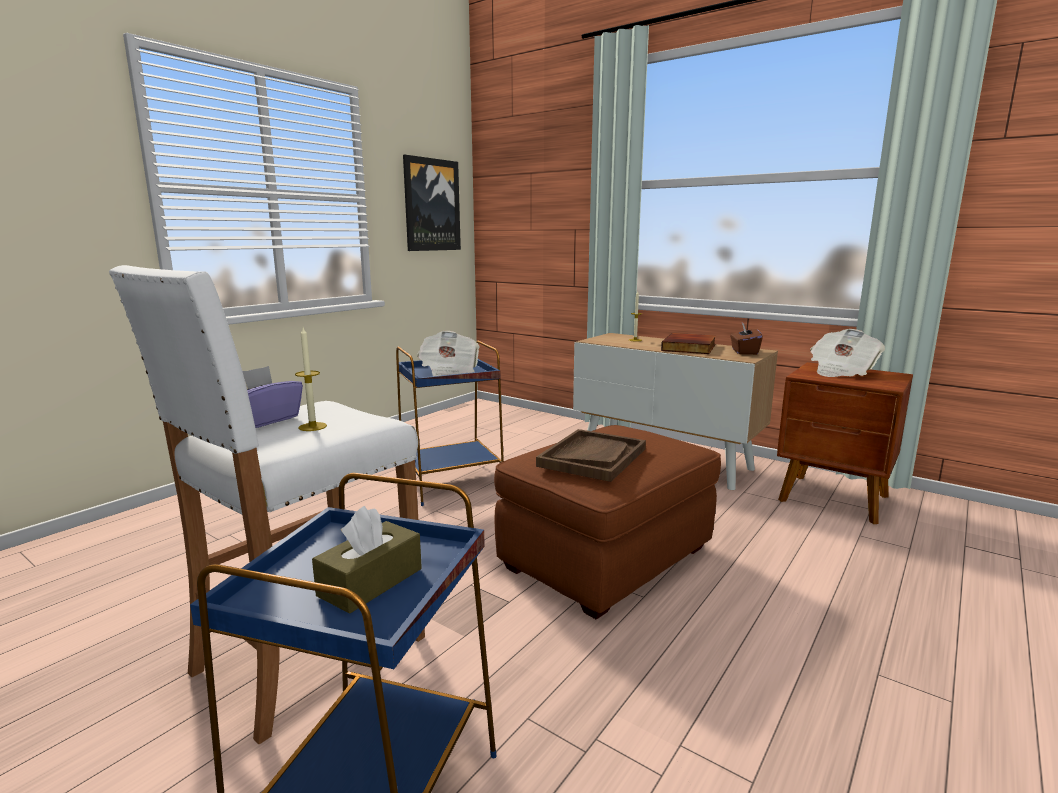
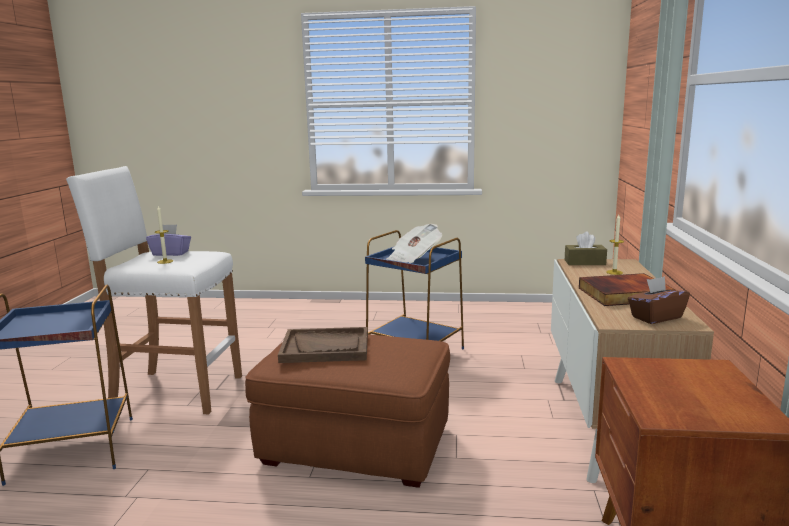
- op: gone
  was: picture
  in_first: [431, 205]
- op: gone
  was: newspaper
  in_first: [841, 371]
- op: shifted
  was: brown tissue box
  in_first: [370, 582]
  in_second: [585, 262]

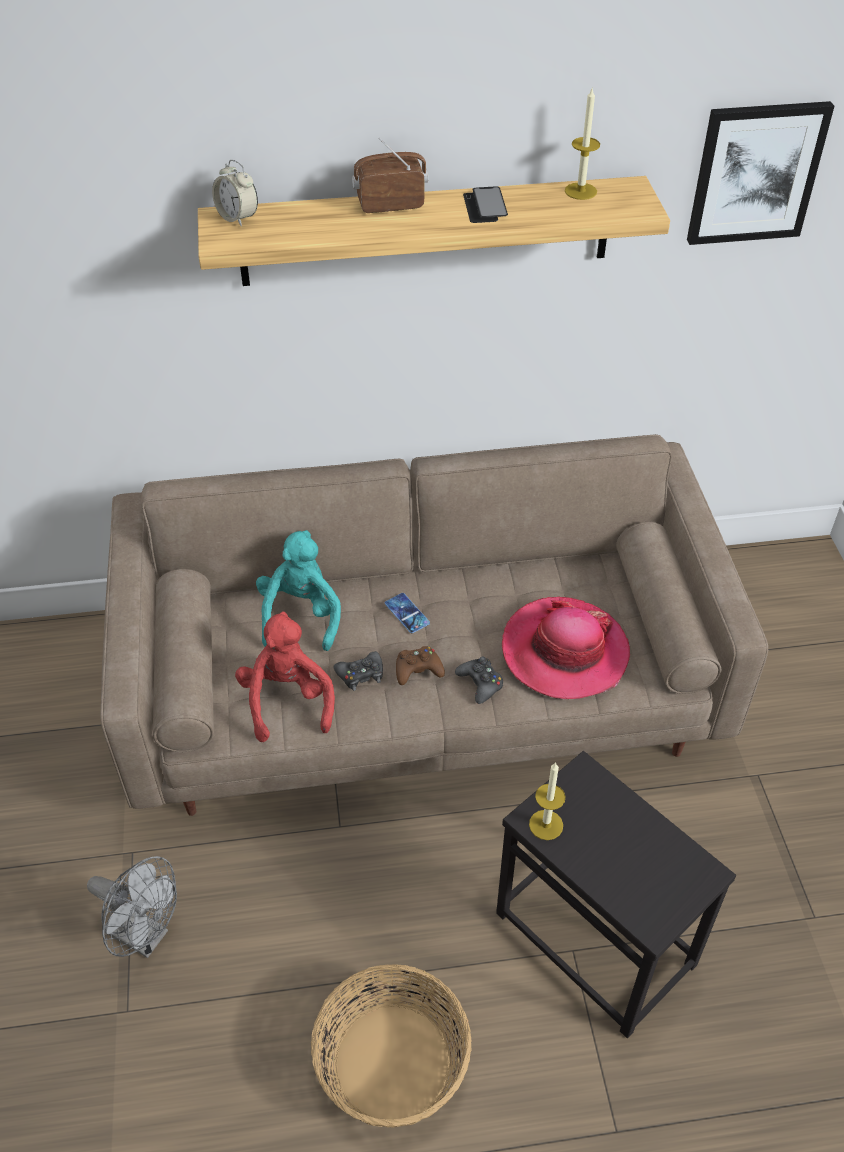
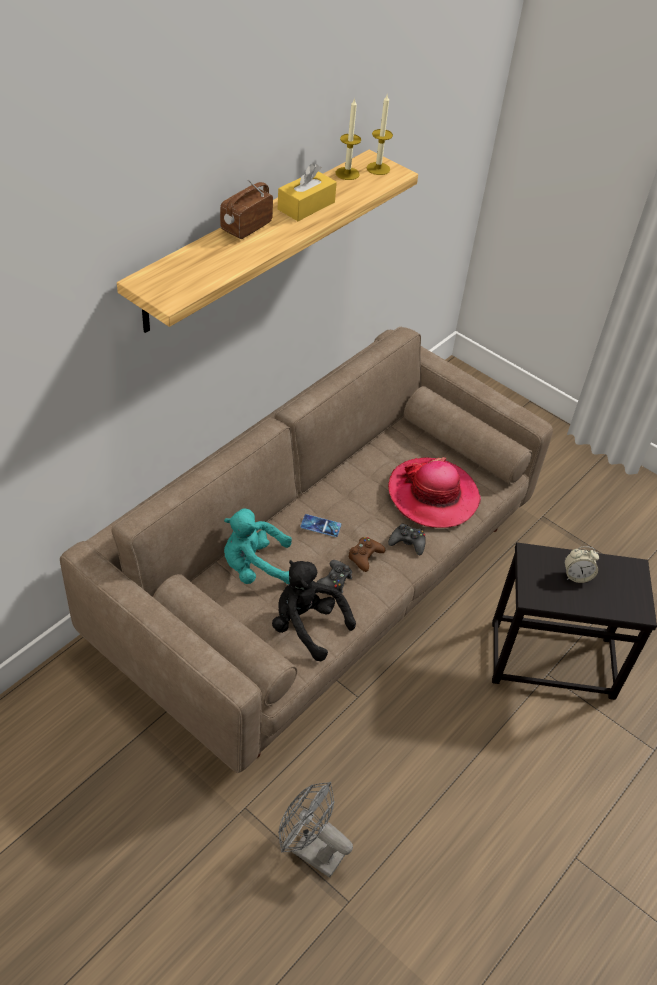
- op: gone
  was: basket
  in_first: [393, 1063]
- op: gone
  was: picture
  in_first: [755, 173]
- op: shifted
  was: alarm clock
  in_first: [237, 218]
  in_second: [576, 576]
- op: shifted
  was: candle
  in_first: [546, 825]
  in_second: [378, 168]
- op: swapped
  was: phone
  now: yellow tissue box
  in_first: [485, 207]
  in_second: [306, 206]
- op: repainted
  was: red plush toy
  now: black plush toy
  in_first: [287, 700]
  in_second: [306, 626]
- op: rotated
  was: grey fan
  in_first: [144, 936]
  in_second: [310, 850]
  clockwise: -135
- op: rotated
  was: turquoise plush toy
  in_first: [301, 616]
  in_second: [255, 567]
  clockwise: -60

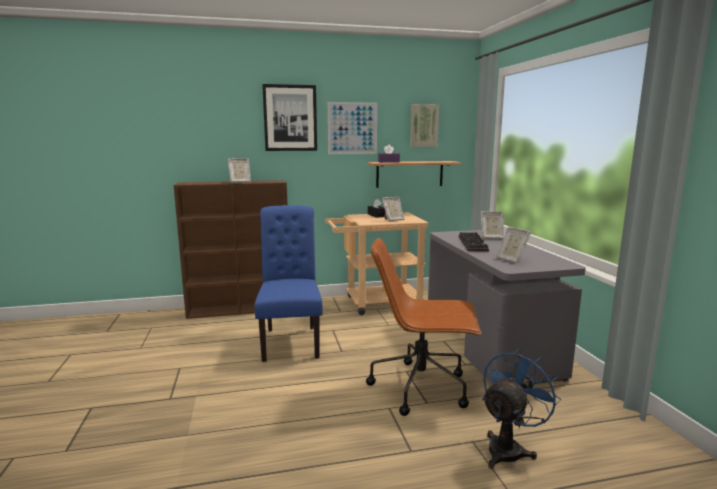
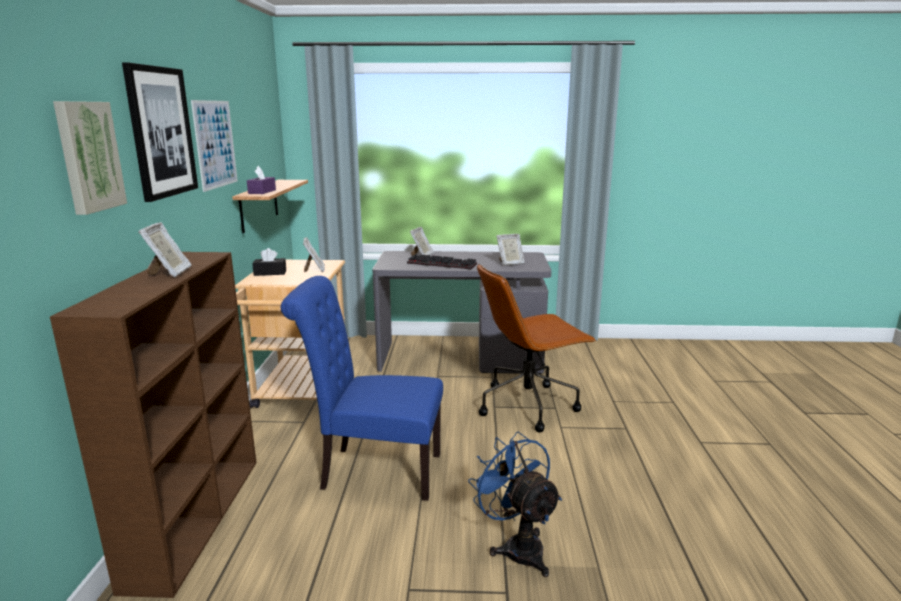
- op: shifted
  was: picture
  in_first: [423, 125]
  in_second: [88, 156]
- op: shifted
  was: blue fan
  in_first: [509, 448]
  in_second: [517, 546]
- op: rotated
  was: brown office chair
  in_first: [422, 387]
  in_second: [528, 405]
  clockwise: 45

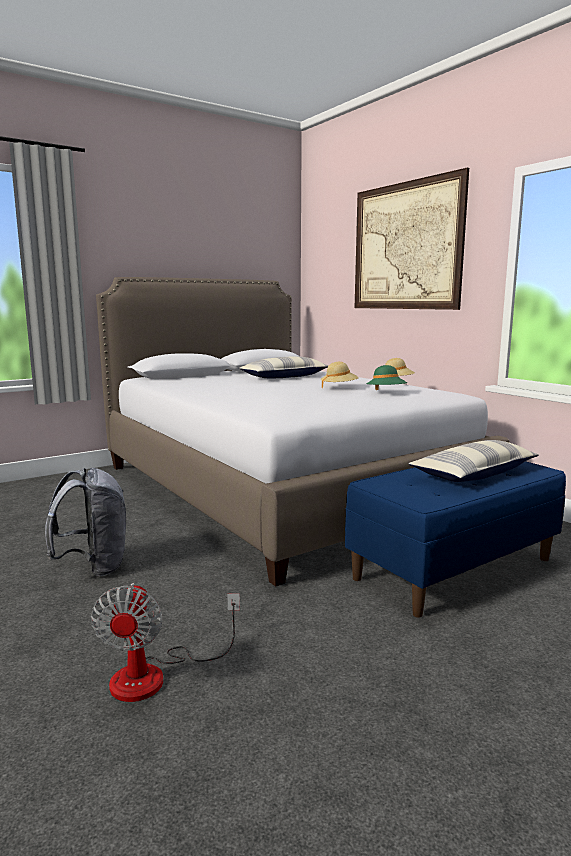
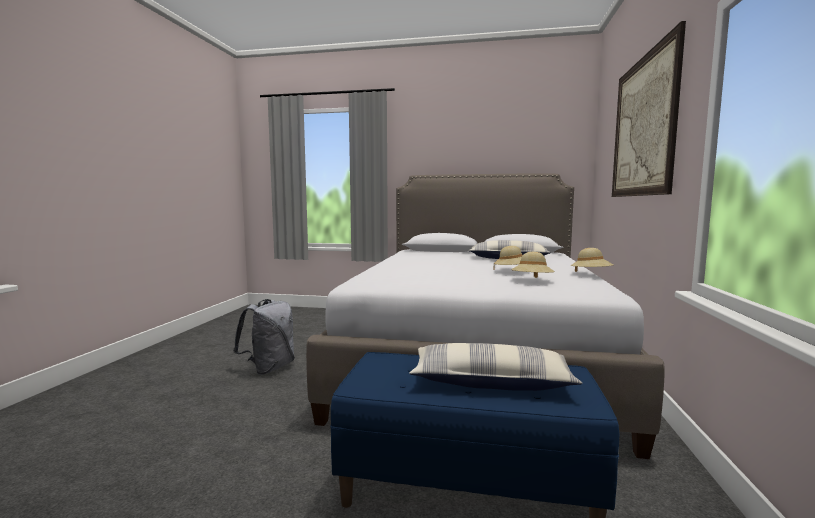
- op: gone
  was: fan
  in_first: [155, 675]
- op: repainted
  was: green hat
  now: beige hat
  in_first: [386, 393]
  in_second: [532, 281]

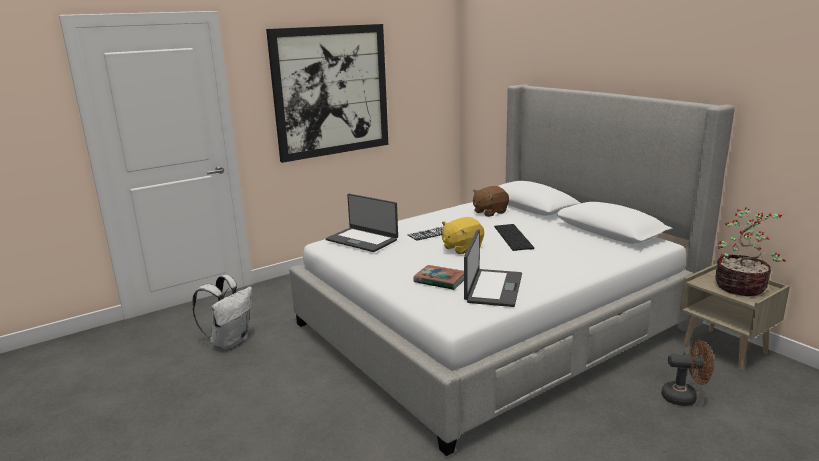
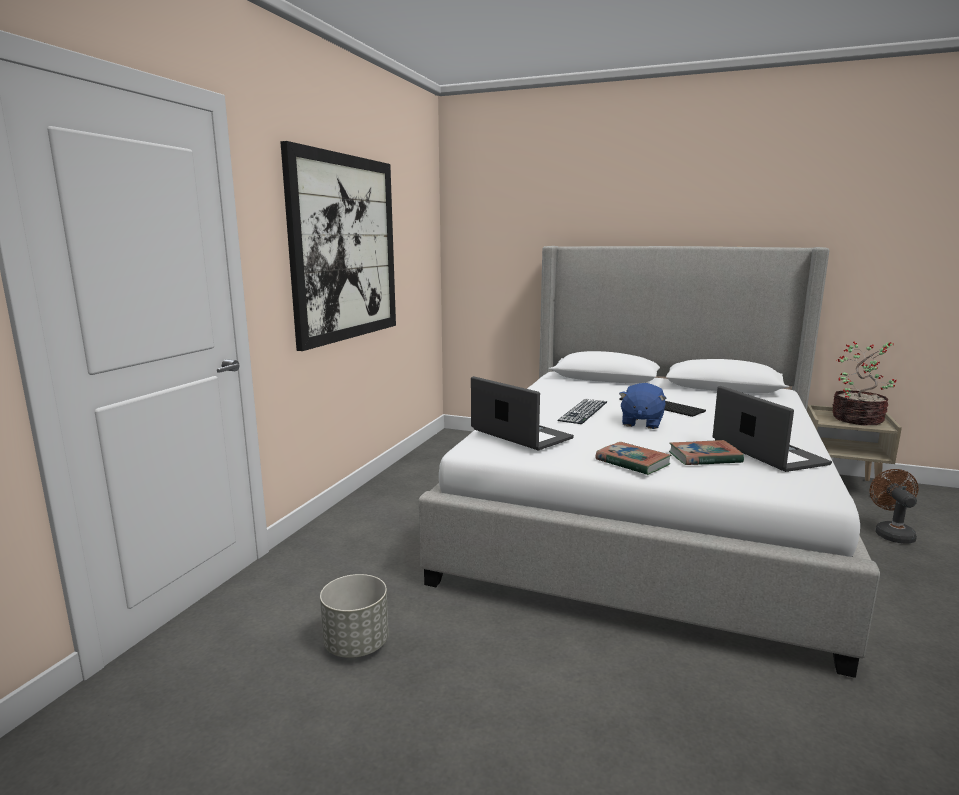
- op: gone
  was: brown plush toy
  in_first: [489, 212]
- op: new
  now: book
  in_second: [632, 462]
- op: swapped
  was: white backpack
  now: grey planter
  in_first: [230, 341]
  in_second: [356, 645]
- op: repainted
  was: yellow plush toy
  now: blue plush toy
  in_first: [462, 248]
  in_second: [641, 423]
- op: rotated
  was: laptop
  in_first: [362, 240]
  in_second: [520, 434]
  clockwise: -135
- op: rotated
  was: brown fan
  in_first: [684, 397]
  in_second: [891, 533]
  clockwise: -60

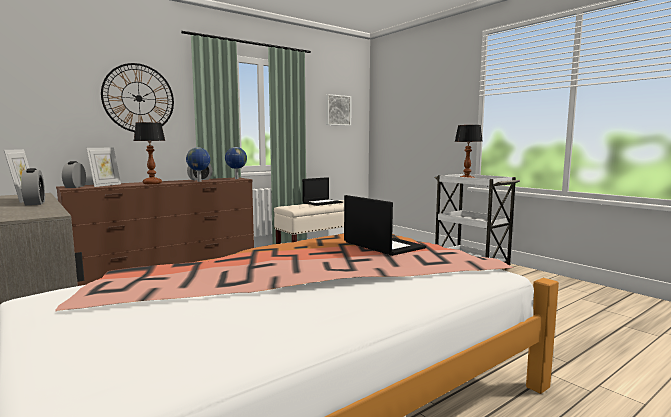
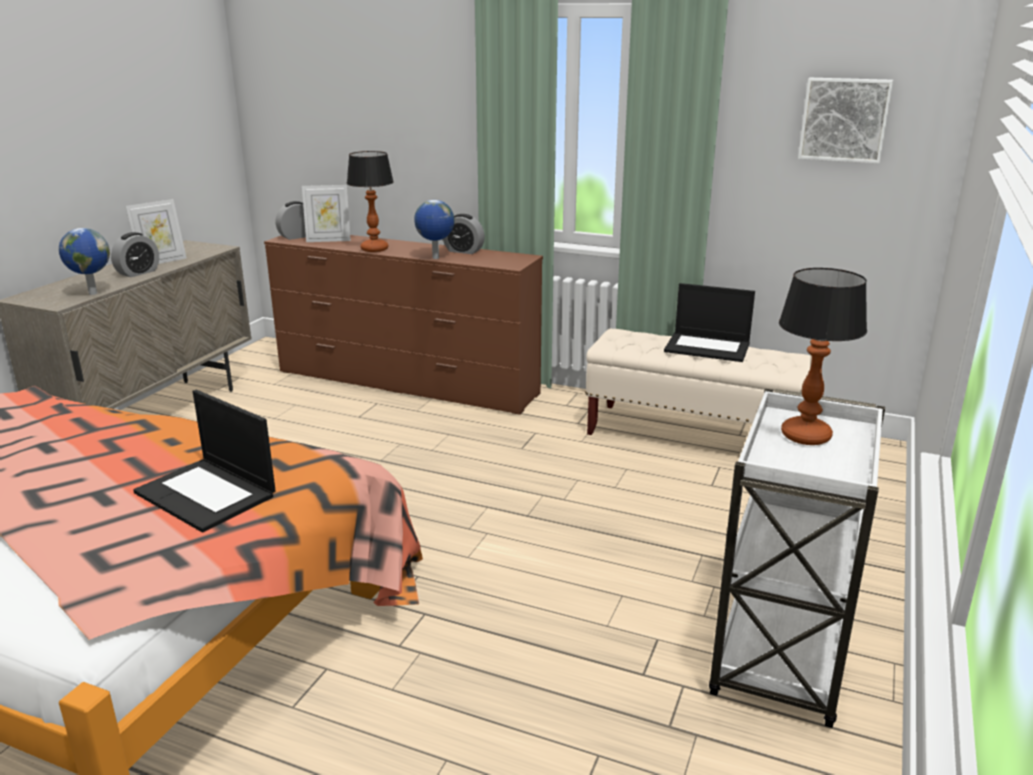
- op: gone
  was: wall clock
  in_first: [139, 98]
- op: shifted
  was: globe
  in_first: [236, 179]
  in_second: [92, 293]
- op: rotated
  was: laptop
  in_first: [382, 245]
  in_second: [207, 494]
  clockwise: 105

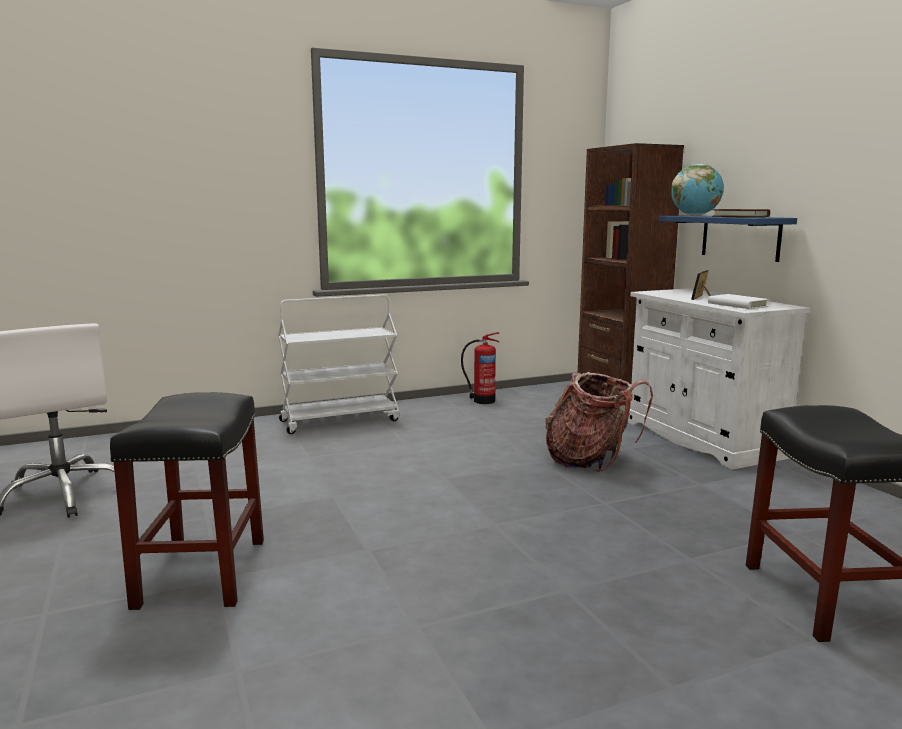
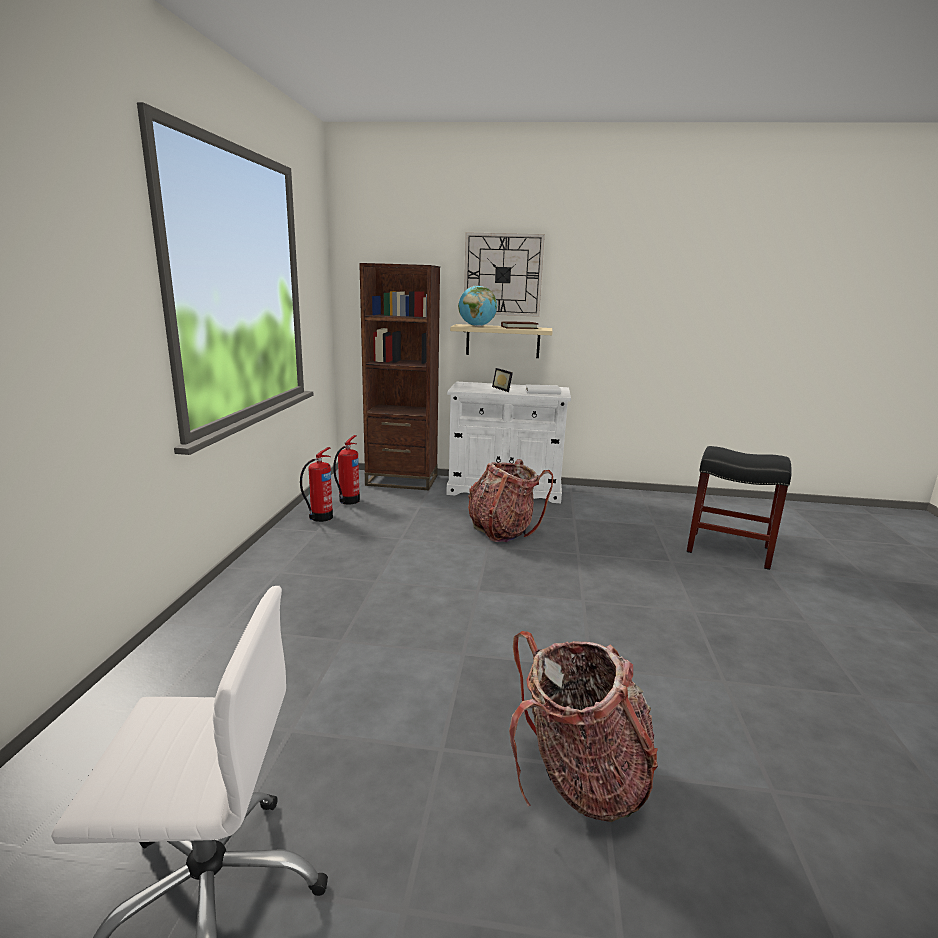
- op: gone
  was: white cart
  in_first: [340, 420]
- op: new
  now: fire extinguisher
  in_second: [348, 501]
- op: new
  now: wall clock
  in_second: [503, 275]
- op: swapped
  was: black stool
  now: backpack
  in_first: [201, 572]
  in_second: [579, 779]
- op: repainted
  was: blue shelf
  now: beige shelf
  in_first: [740, 237]
  in_second: [503, 341]

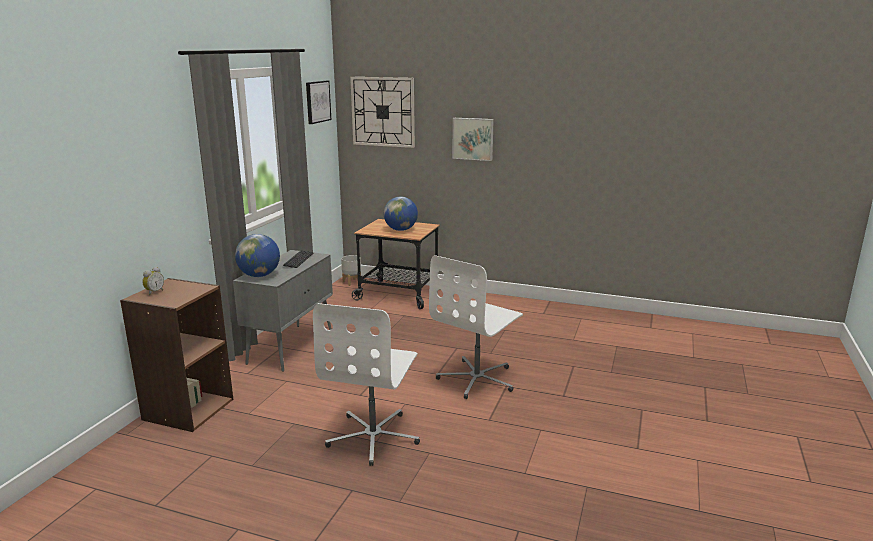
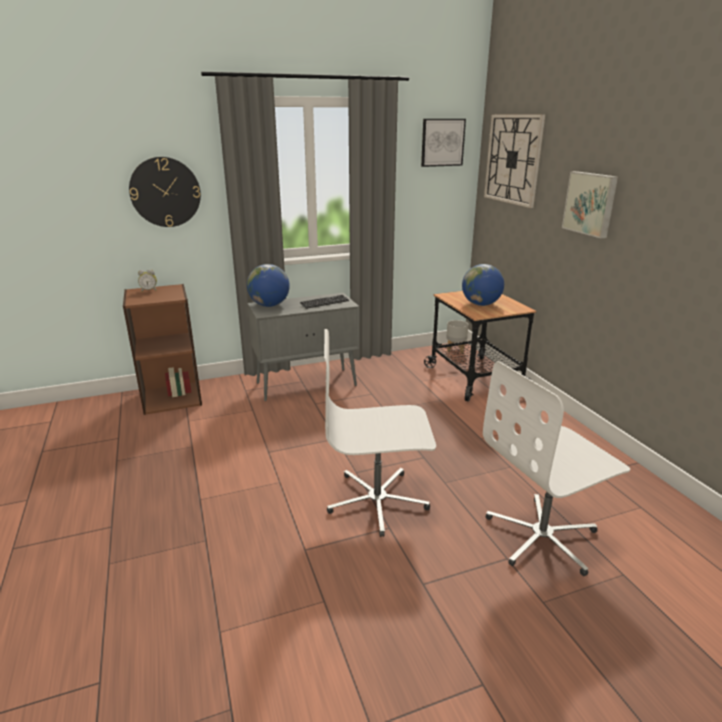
- op: new
  now: wall clock
  in_second: [165, 192]
- op: shifted
  was: white office chair
  in_first: [374, 437]
  in_second: [542, 537]

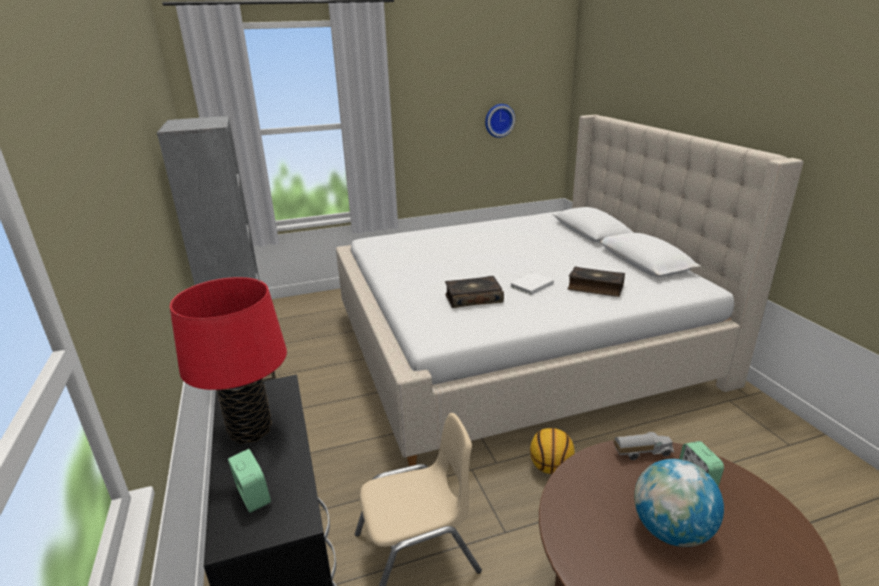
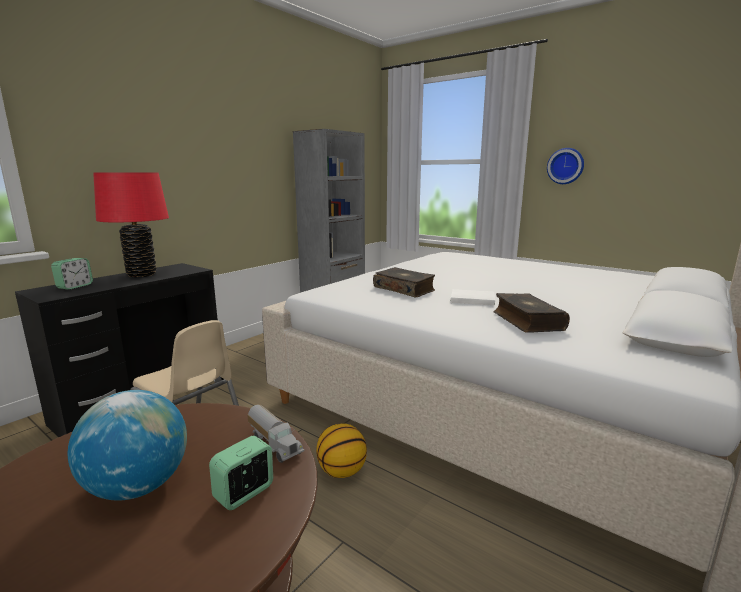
- op: shifted
  was: wall clock
  in_first: [499, 120]
  in_second: [565, 166]

